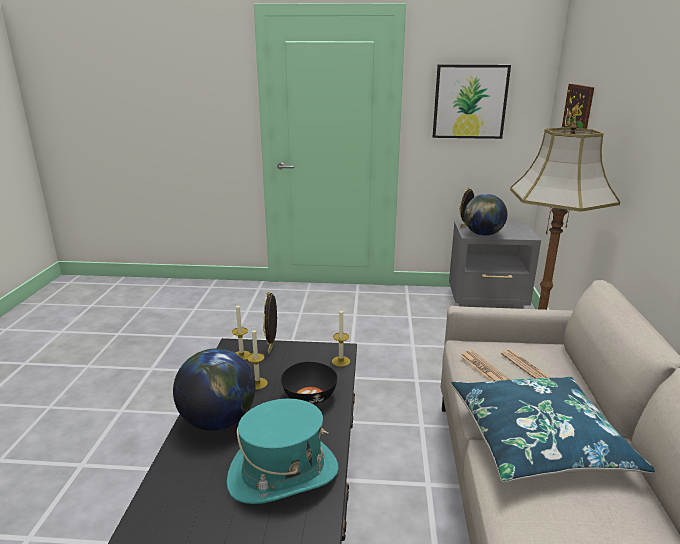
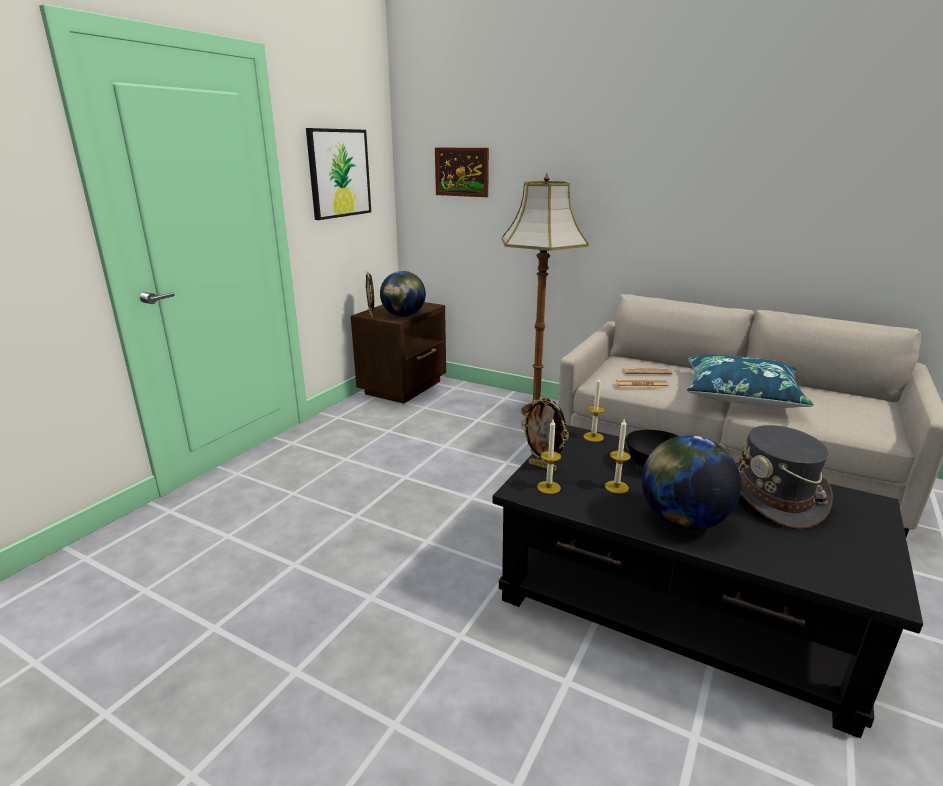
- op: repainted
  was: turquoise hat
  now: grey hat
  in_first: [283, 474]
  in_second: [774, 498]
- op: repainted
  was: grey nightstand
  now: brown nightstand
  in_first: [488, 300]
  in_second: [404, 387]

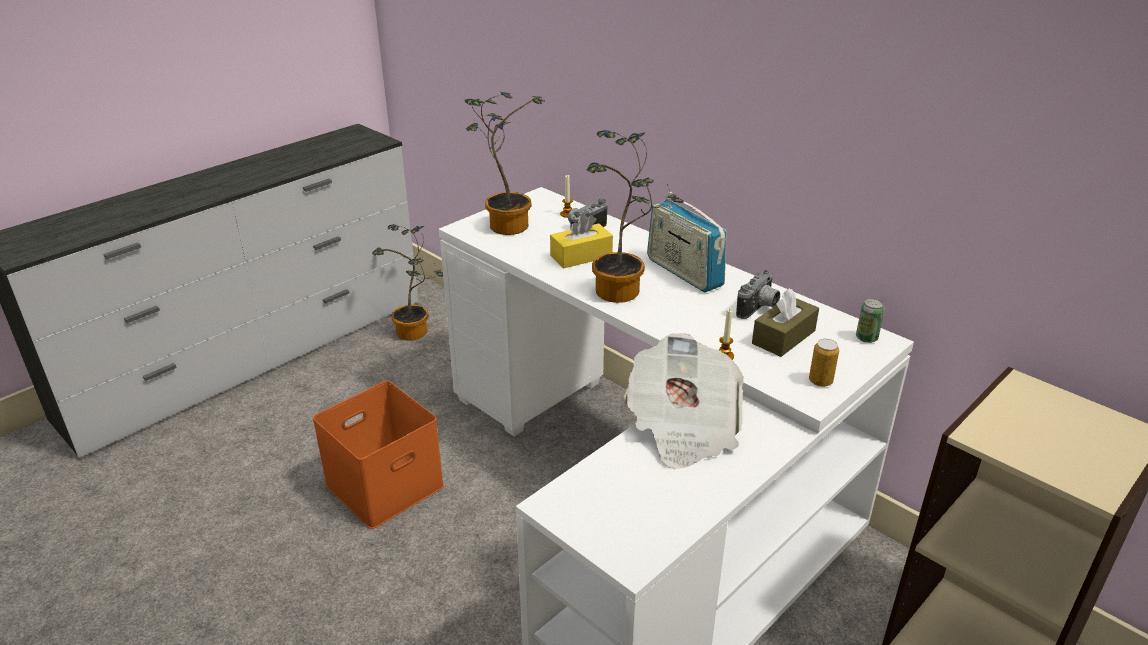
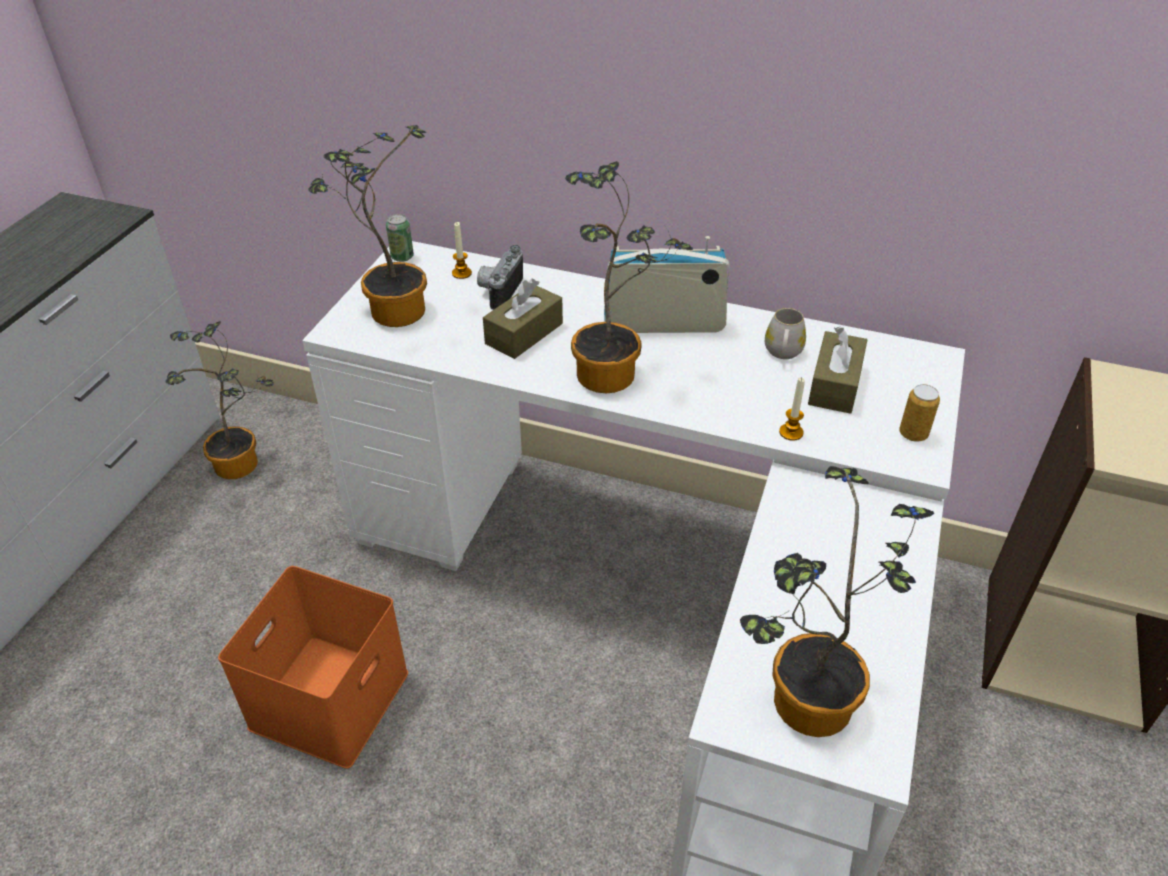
- op: gone
  was: newspaper
  in_first: [683, 428]
- op: new
  now: potted plant
  in_second: [801, 707]
- op: shifted
  was: can
  in_first: [866, 338]
  in_second: [402, 257]
- op: swapped
  was: photo camera
  now: white mug
  in_first: [759, 309]
  in_second: [782, 353]
- op: repainted
  was: yellow tissue box
  now: brown tissue box
  in_first: [581, 256]
  in_second: [524, 334]
- op: rotated
  was: radio
  in_first: [684, 272]
  in_second: [664, 324]
  clockwise: 150

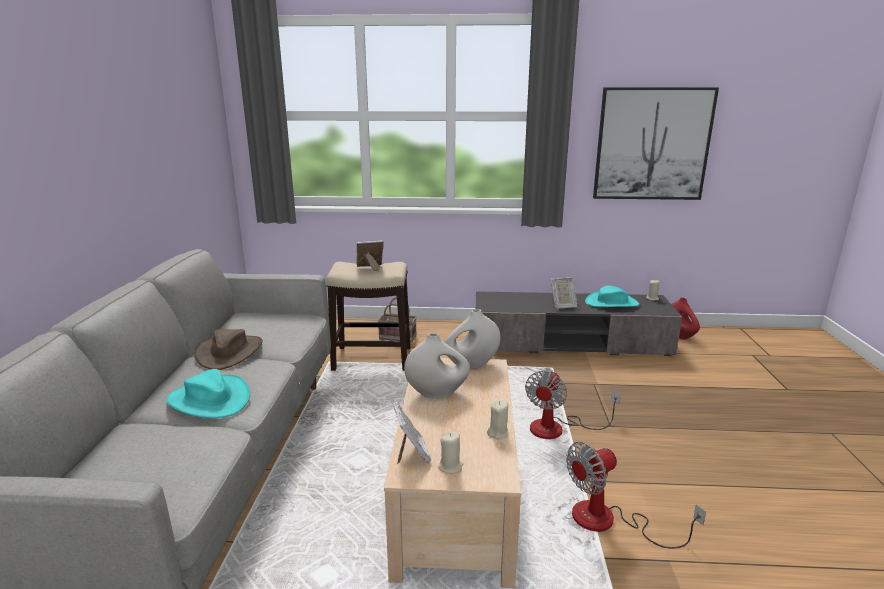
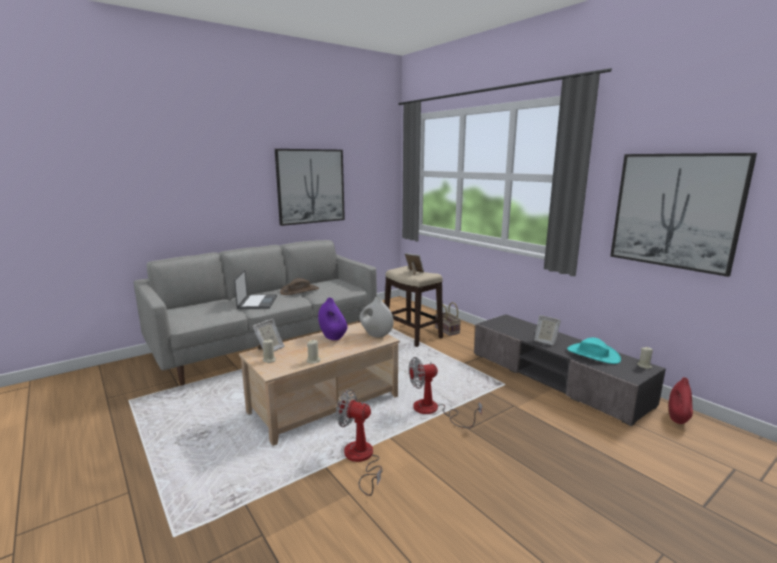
- op: new
  now: picture
  in_second: [311, 186]
- op: swapped
  was: turquoise hat
  now: laptop
  in_first: [209, 400]
  in_second: [257, 302]
- op: repainted
  was: white vase
  now: purple vase
  in_first: [437, 393]
  in_second: [333, 337]

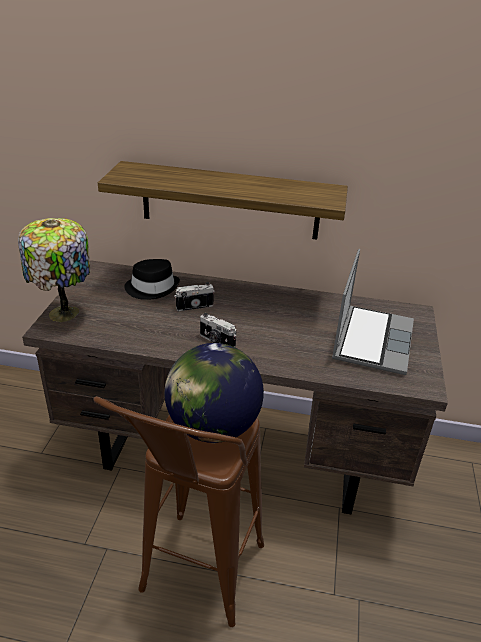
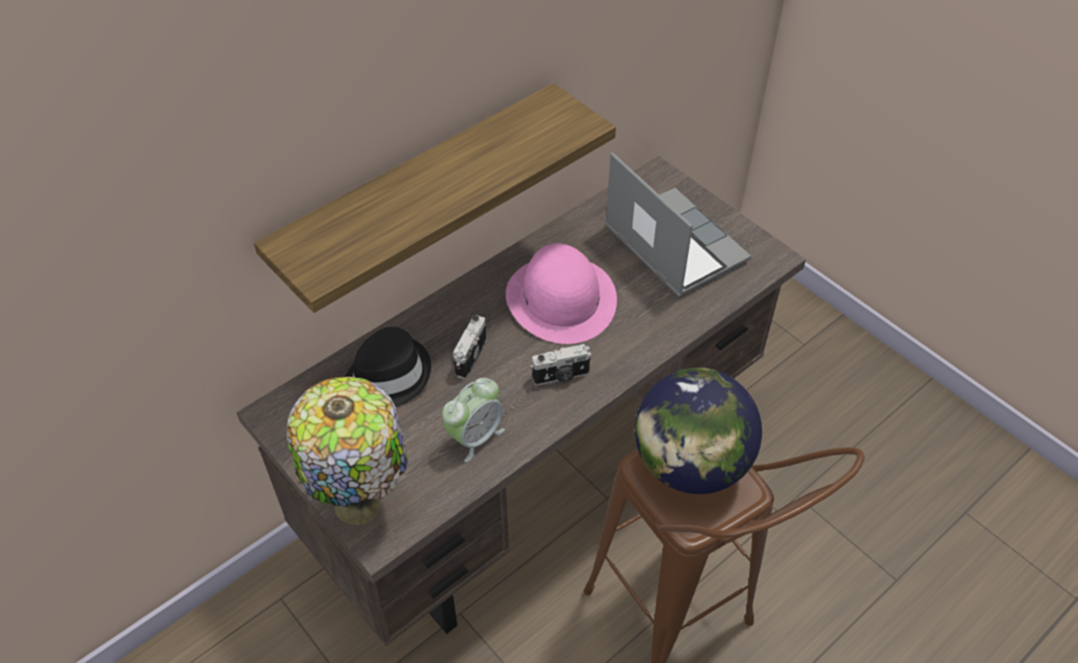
- op: new
  now: alarm clock
  in_second: [475, 437]
- op: new
  now: pink hat
  in_second: [561, 299]

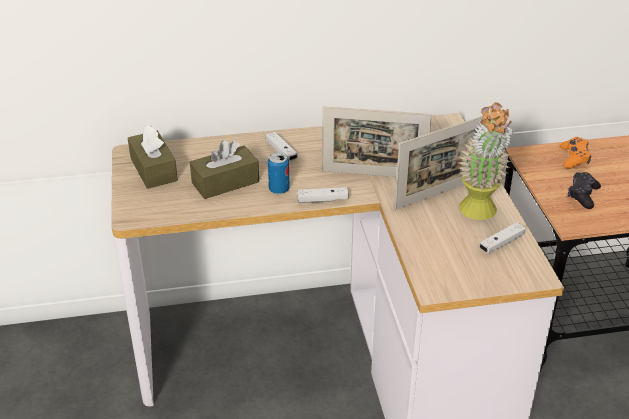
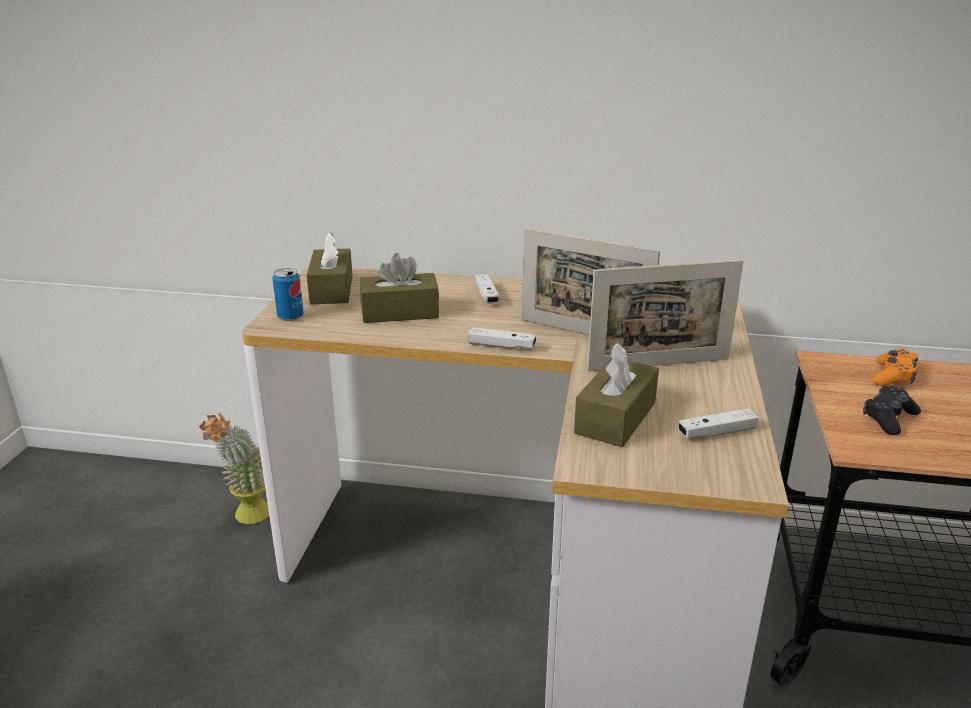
- op: new
  now: brown tissue box
  in_second: [615, 418]
- op: shifted
  was: can
  in_first: [279, 189]
  in_second: [290, 317]
- op: shifted
  was: potted plant
  in_first: [479, 215]
  in_second: [247, 518]

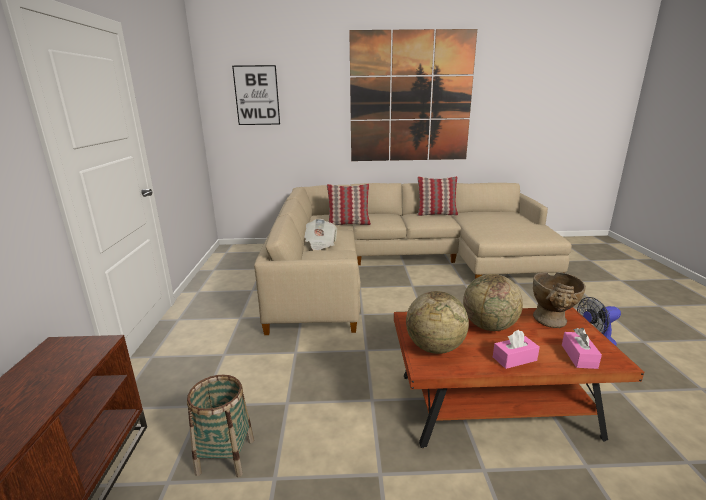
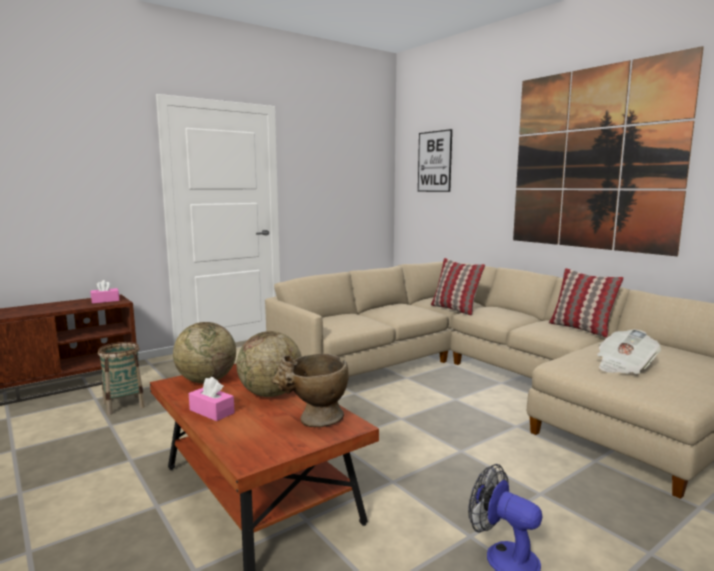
- op: shifted
  was: newspaper
  in_first: [320, 243]
  in_second: [623, 367]
- op: shifted
  was: pink tissue box
  in_first: [579, 356]
  in_second: [105, 301]

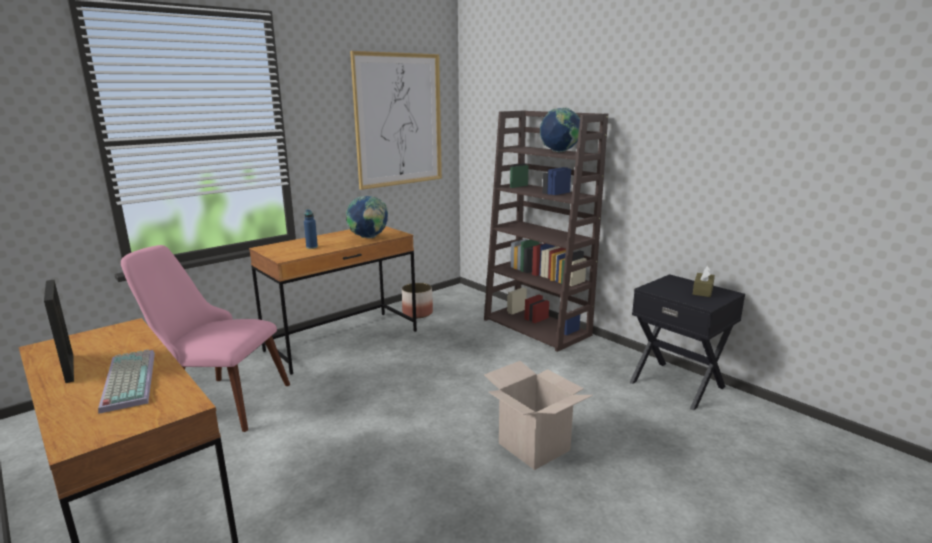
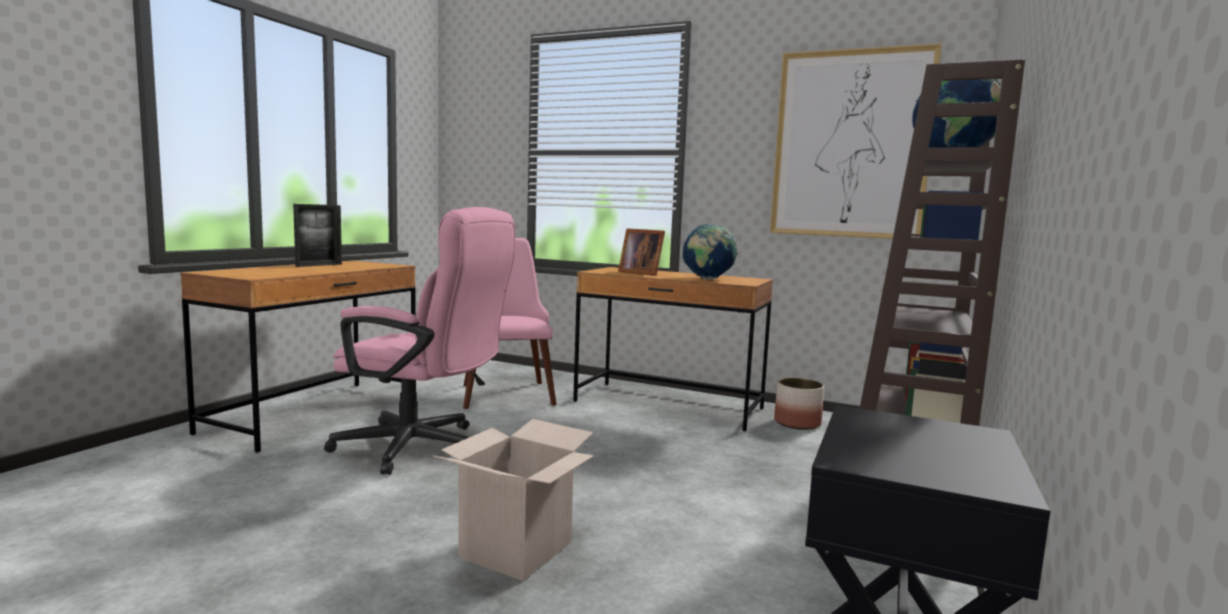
- op: gone
  was: keyboard
  in_first: [127, 380]
- op: gone
  was: brown tissue box
  in_first: [702, 291]
- op: new
  now: pink office chair
  in_second: [423, 448]
- op: swapped
  was: blue bottle
  now: picture frame
  in_first: [312, 247]
  in_second: [640, 273]

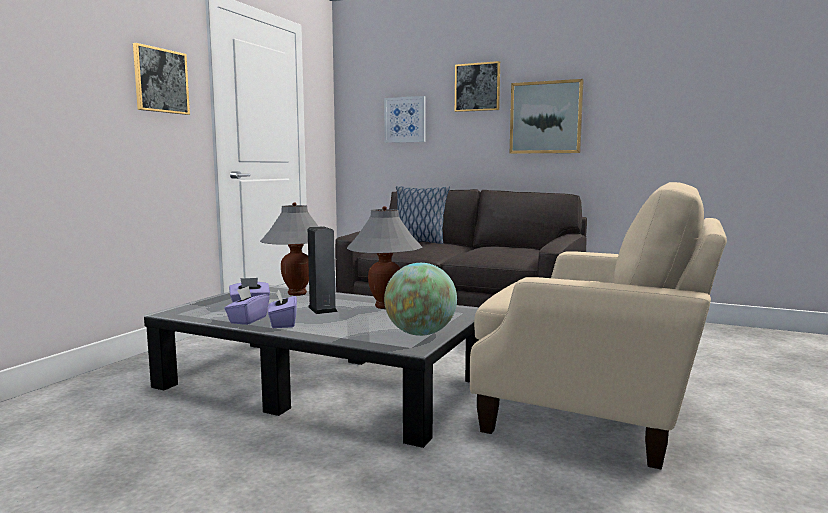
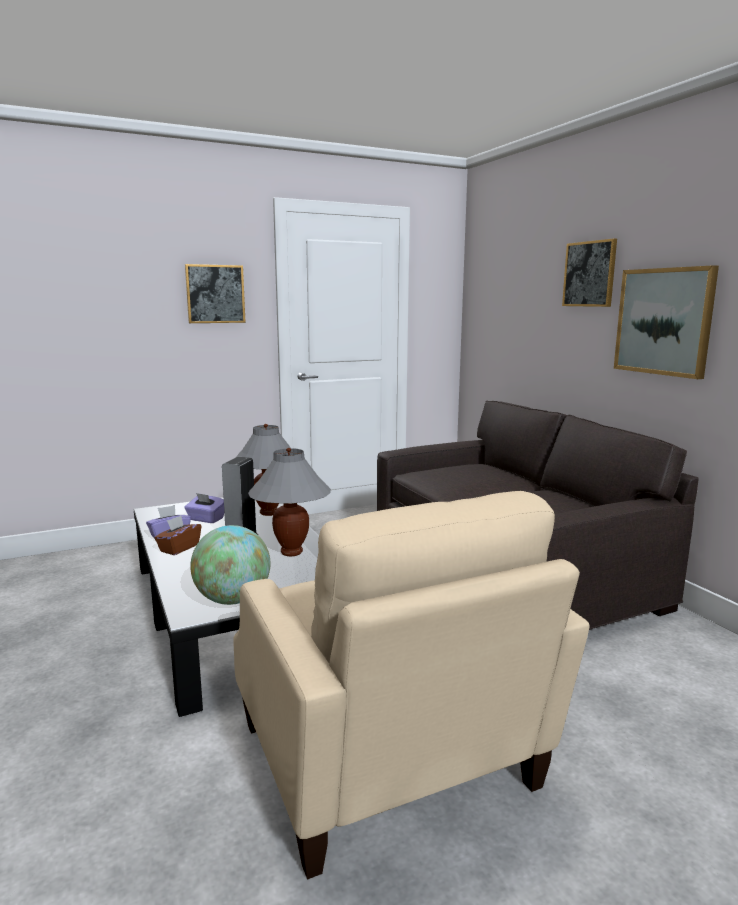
- op: gone
  was: picture
  in_first: [405, 119]
- op: gone
  was: pillow
  in_first: [418, 242]
- op: repainted
  was: purple tissue box
  now: brown tissue box
  in_first: [283, 323]
  in_second: [179, 548]

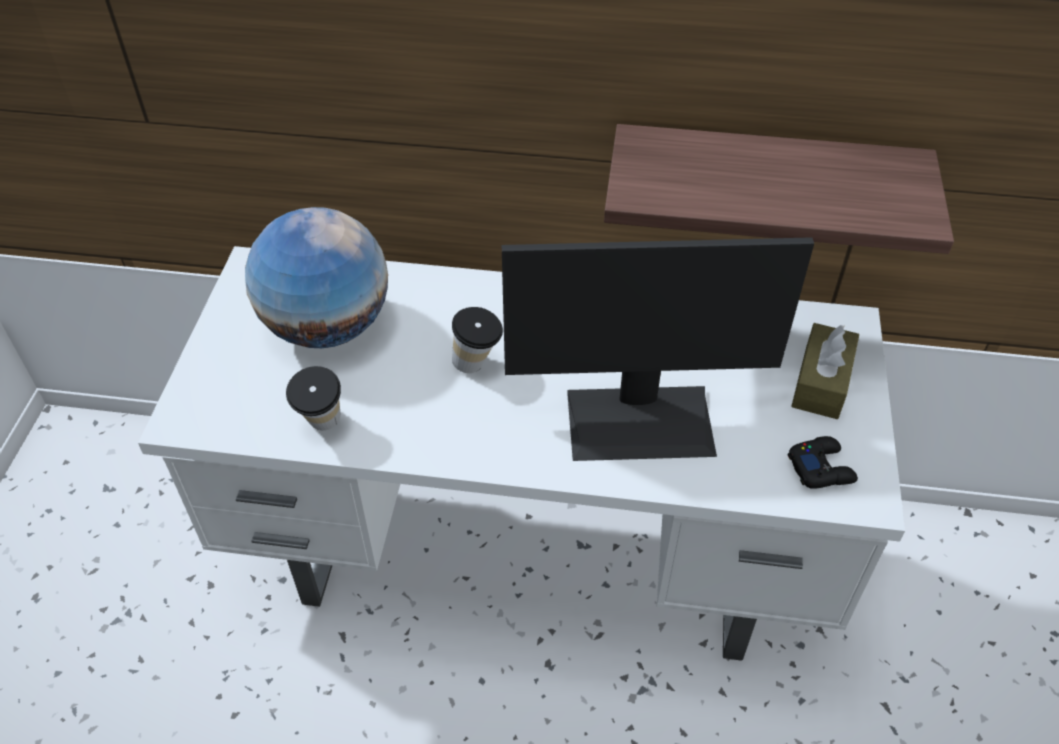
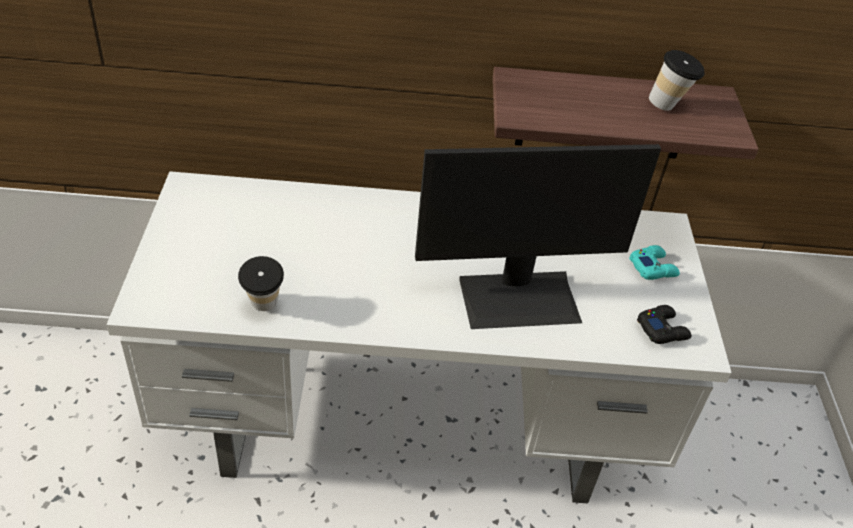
- op: gone
  was: globe
  in_first: [327, 326]
- op: shifted
  was: cup
  in_first: [477, 365]
  in_second: [669, 106]
- op: swapped
  was: brown tissue box
  now: turquoise game controller
  in_first: [821, 382]
  in_second: [653, 267]

